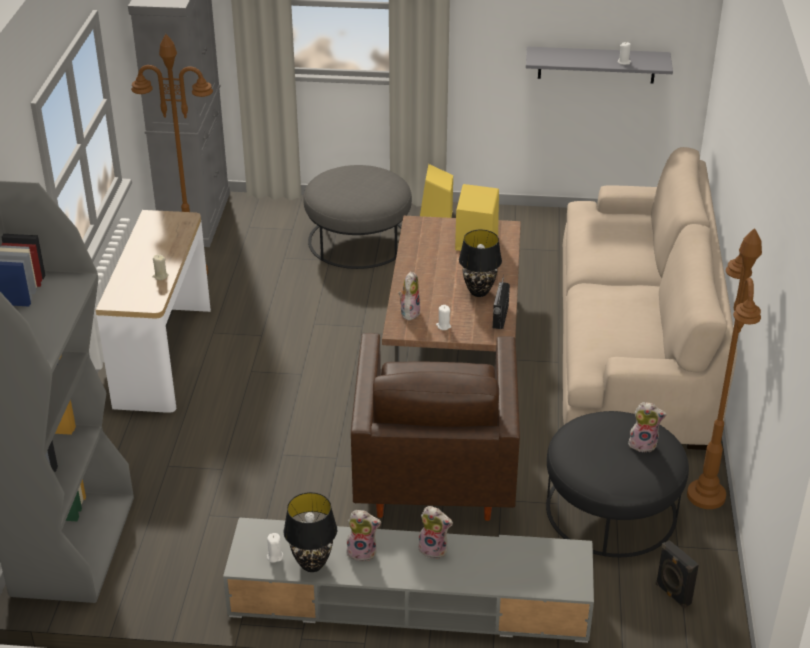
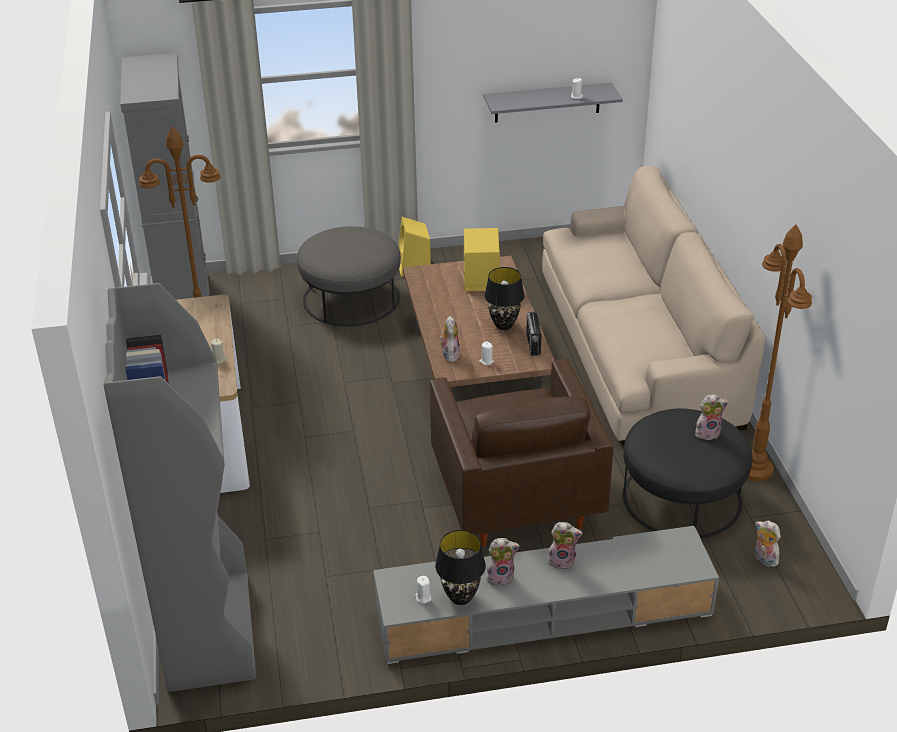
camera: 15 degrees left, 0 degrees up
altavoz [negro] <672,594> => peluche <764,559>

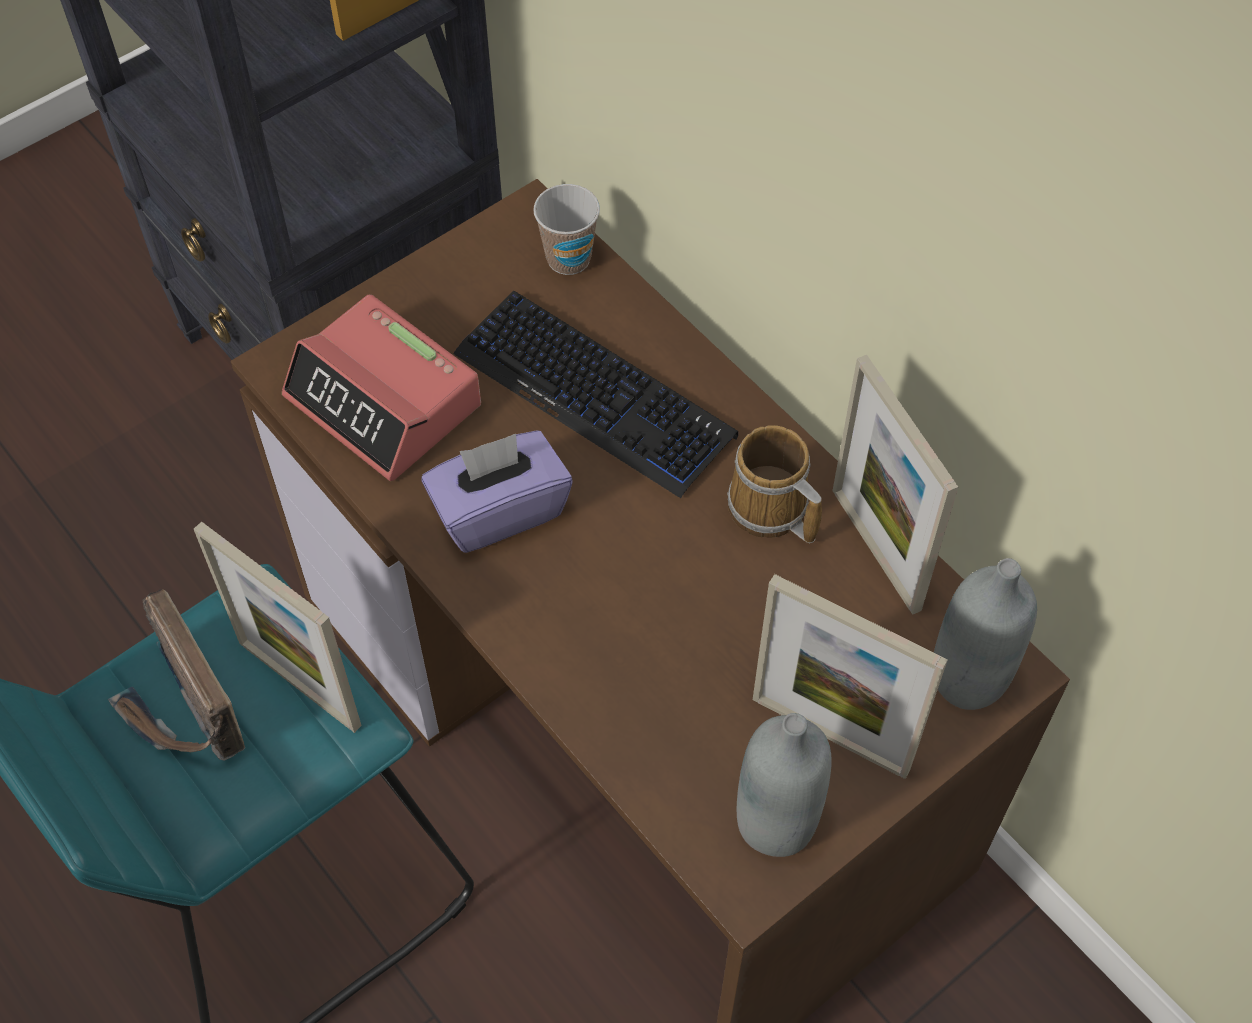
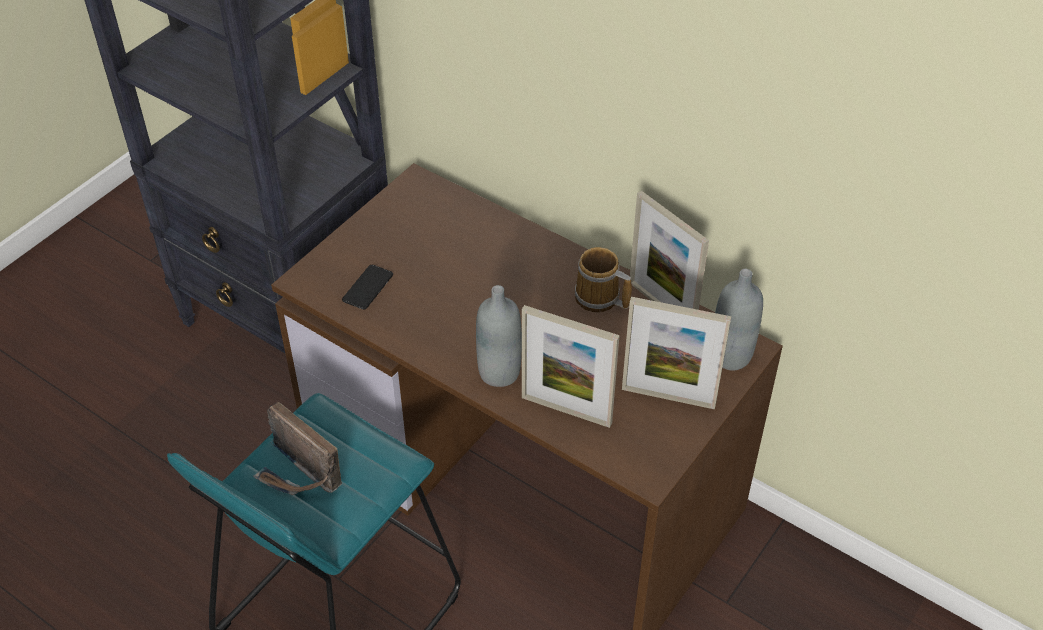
camera: 15 degrees left, 10 degrees down
despertador <384,402> => móvil <368,288>
botella [gris] <776,822> => botella [gris] <499,372>, shifted
portarretratos <299,684> => portarretratos <566,410>, shifted
caja de pañuelos [morado] <499,510> => nothing
teclado <595,395> => nothing
taza <568,259> => nothing

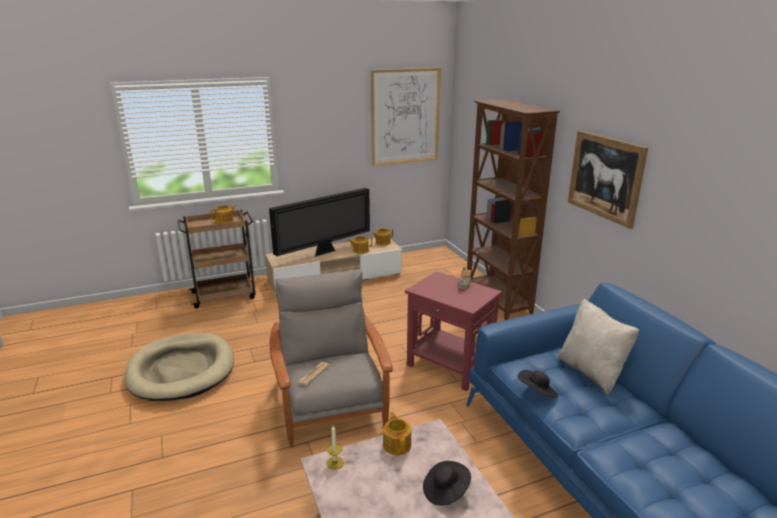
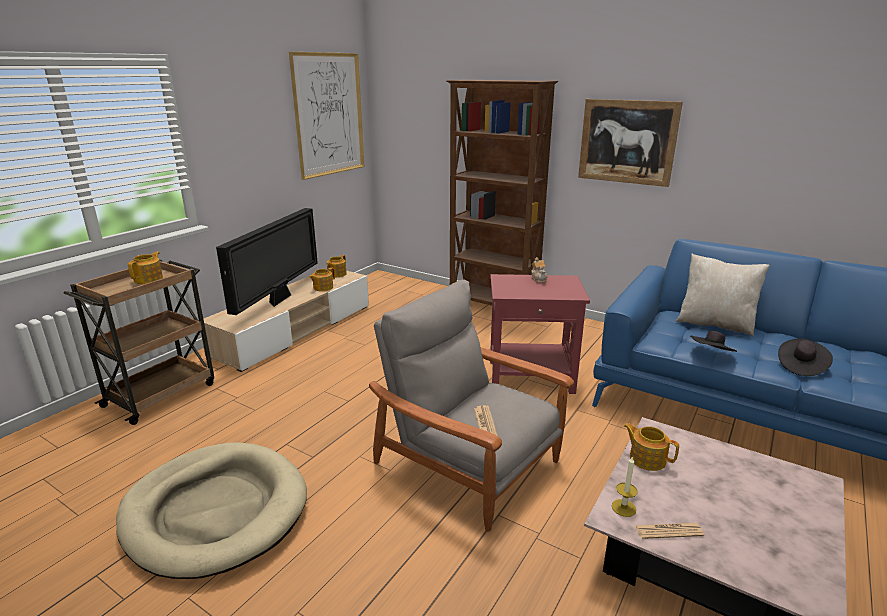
camera: 35 degrees left, 0 degrees up
nothing => periódico <668,531>
sombrero [negro] <445,491> => sombrero [negro] <800,366>, shifted

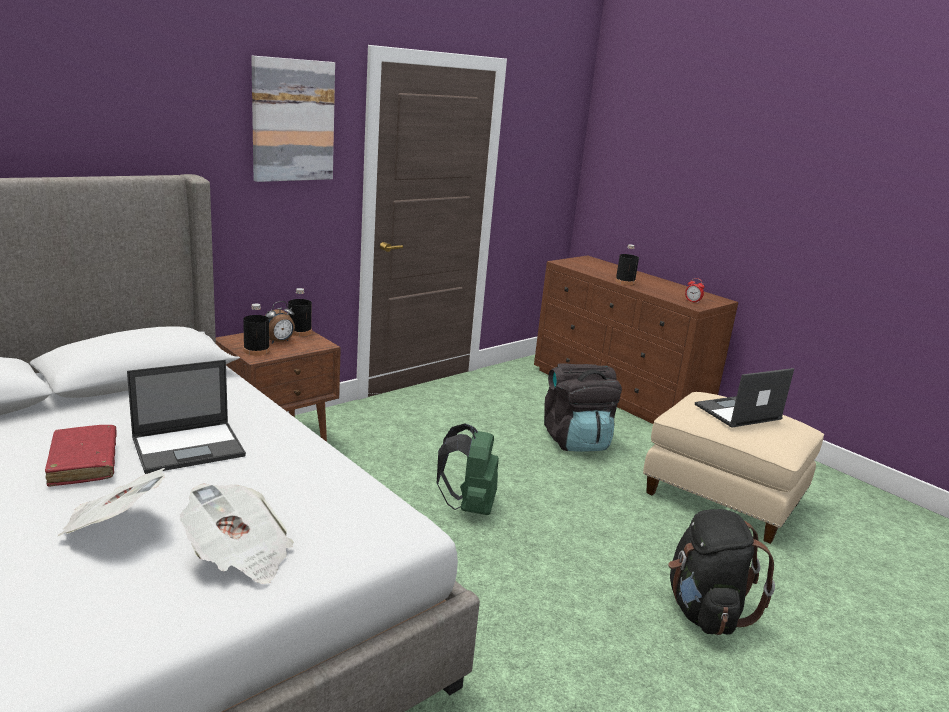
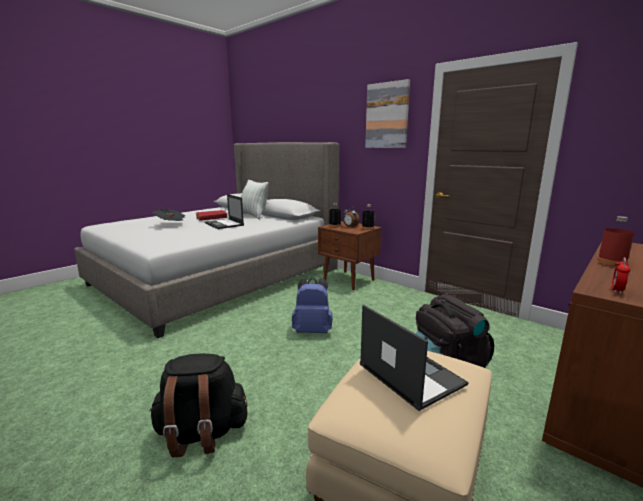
camera: 85 degrees right, 5 degrees down
nothing => cojín <253,215>
mochila [verde] <469,506> => mochila [azul] <312,330>
botella [negro] <625,282> => botella [rojo] <611,262>
periódico <239,556> => nothing

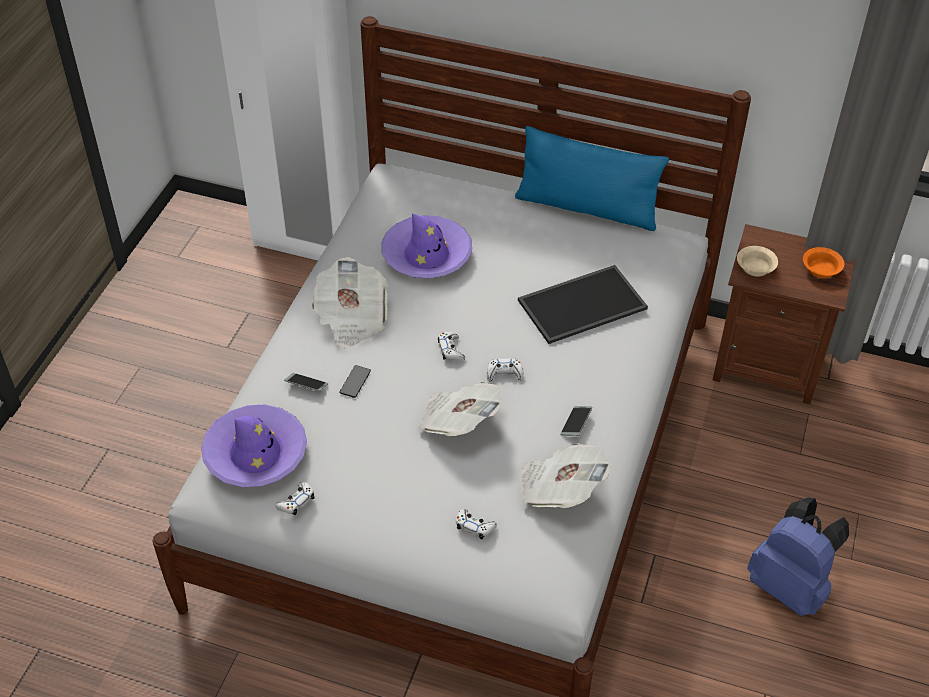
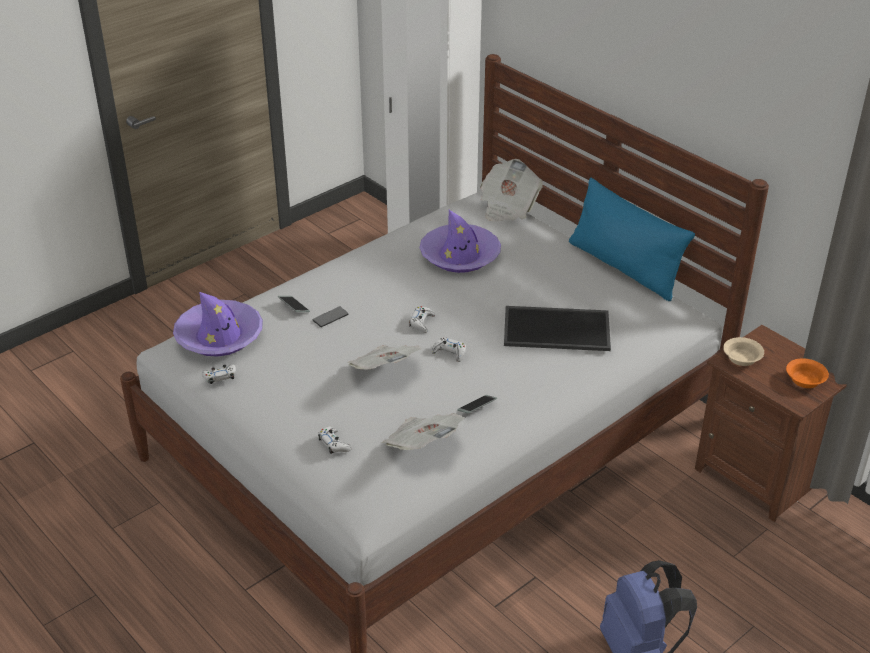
camera: 30 degrees right, 10 degrees down
periódico <351,318> => periódico <508,206>, shifted

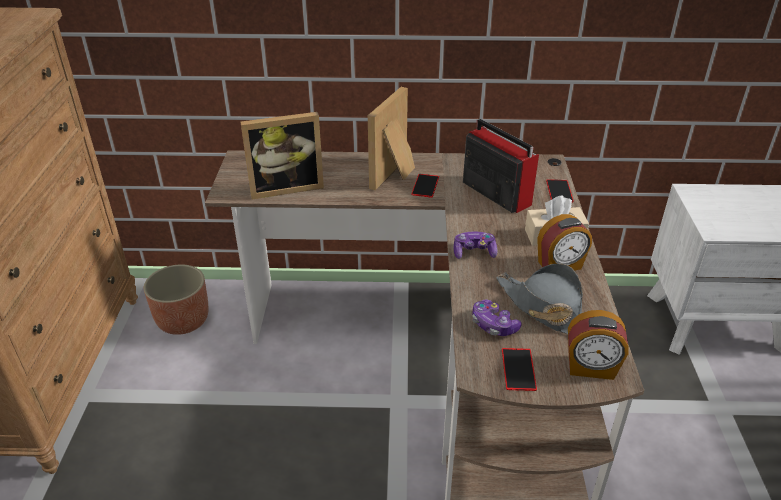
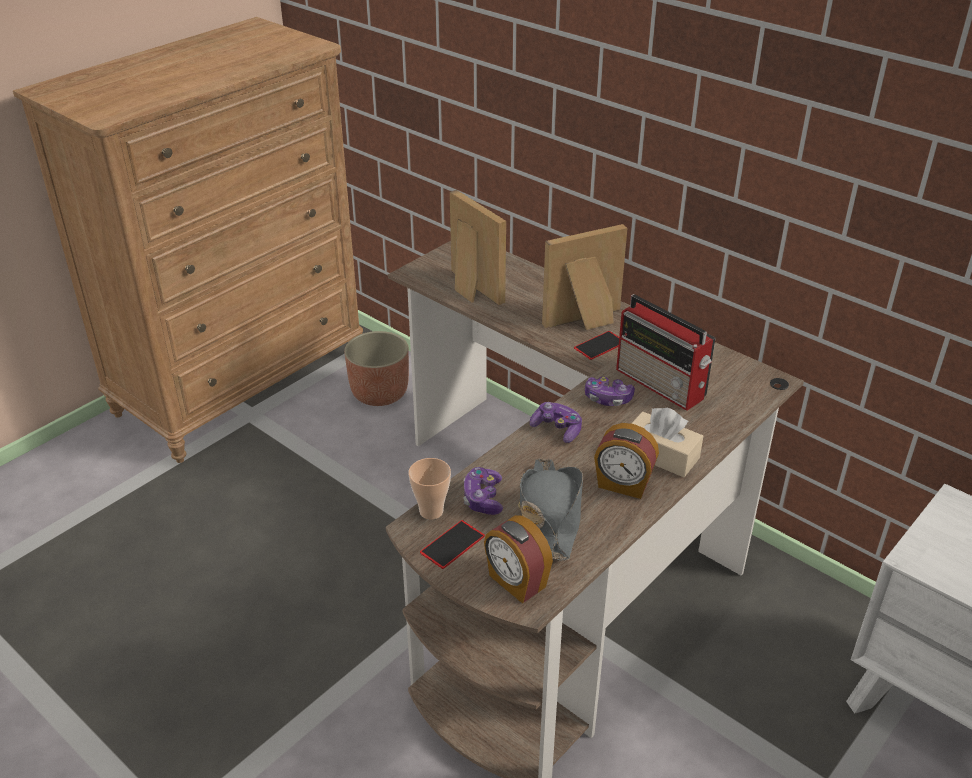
camera: 40 degrees right, 0 degrees up
nothing => taza <431,511>
portarretratos <286,187> => portarretratos <469,289>, 150 degrees counterclockwise
nothing => mando de consola <608,398>
radio <495,192> => radio <662,384>, 135 degrees clockwise
móvil <559,191> => nothing

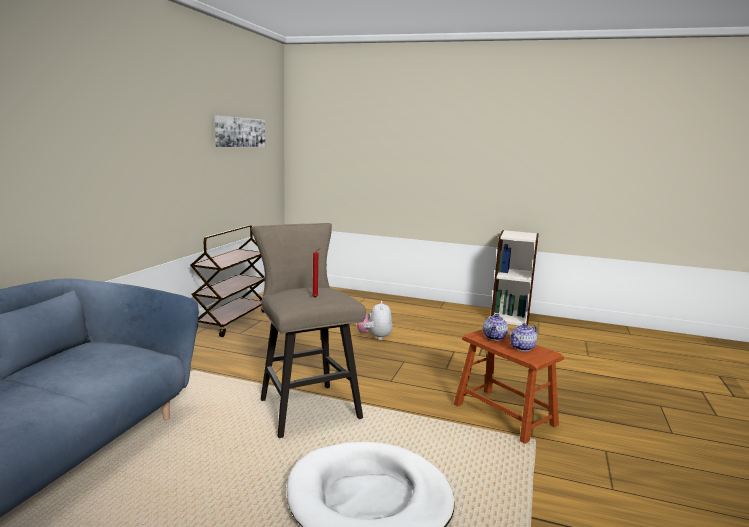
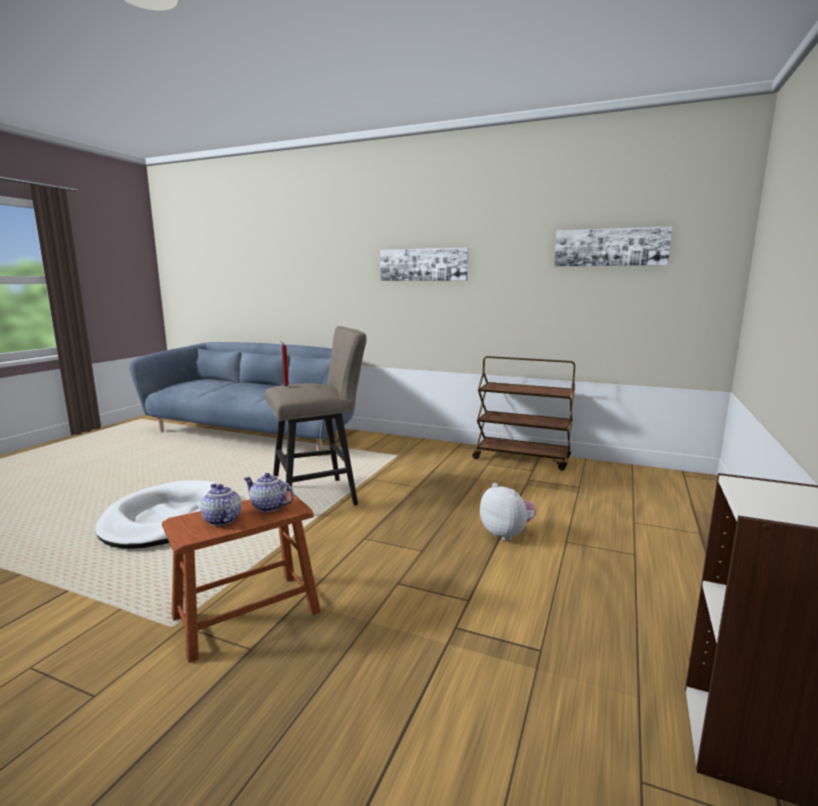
camera: 95 degrees right, 0 degrees up
nothing => cuadro <423,264>
peluche <374,337> => peluche <506,534>, 45 degrees clockwise

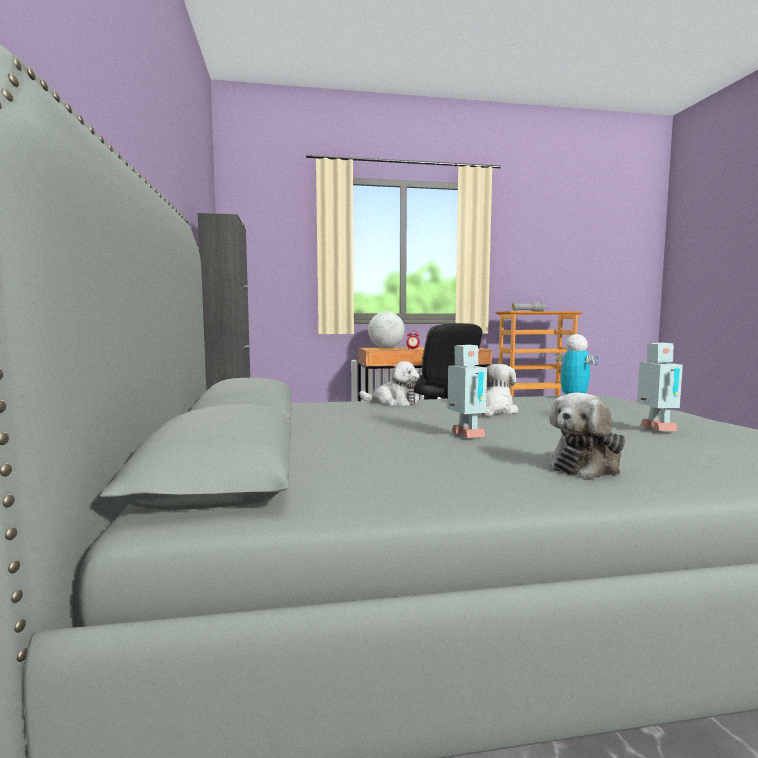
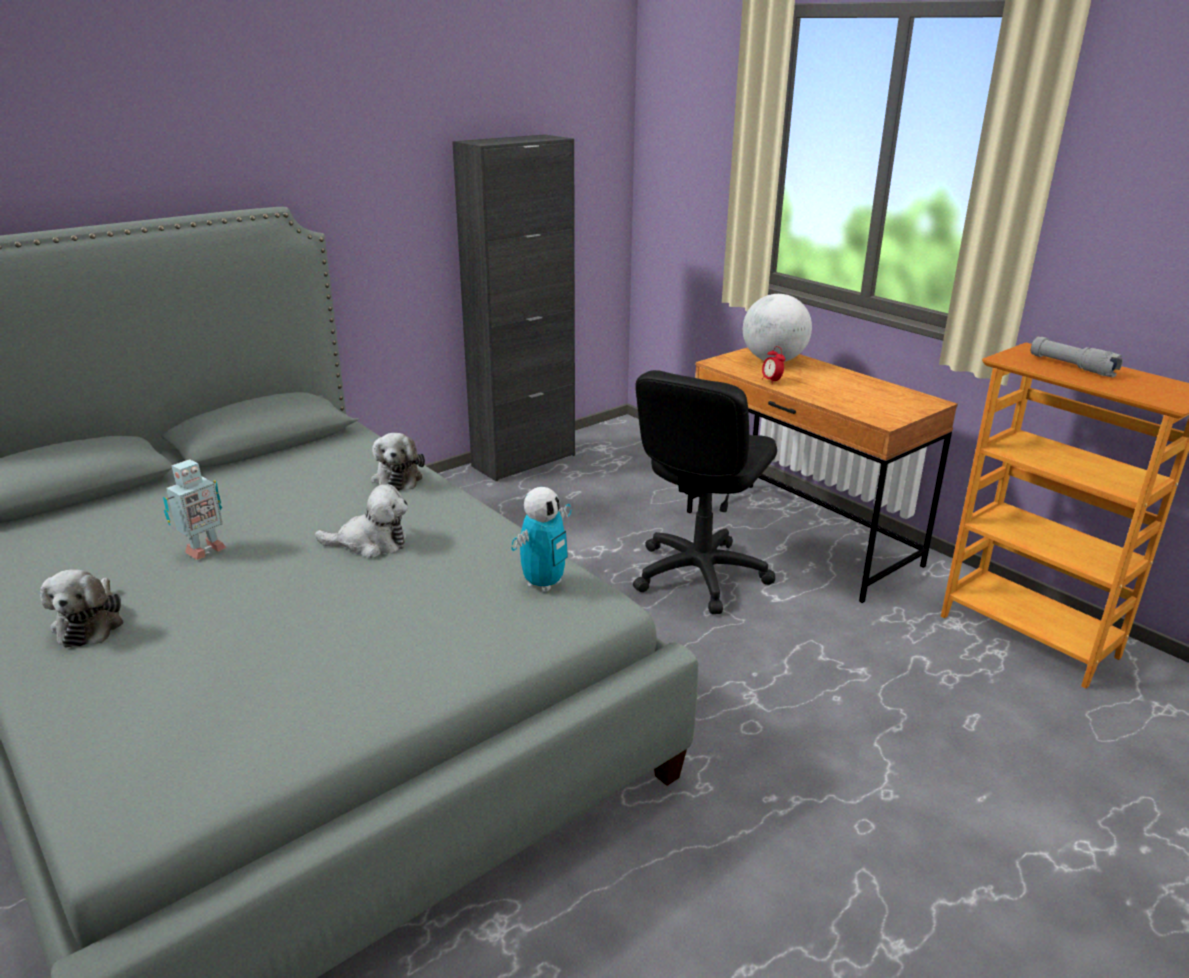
camera: 60 degrees right, 20 degrees up
peluche <587,466> => peluche <90,623>, 120 degrees counterclockwise
robot de juguete <656,429> => nothing

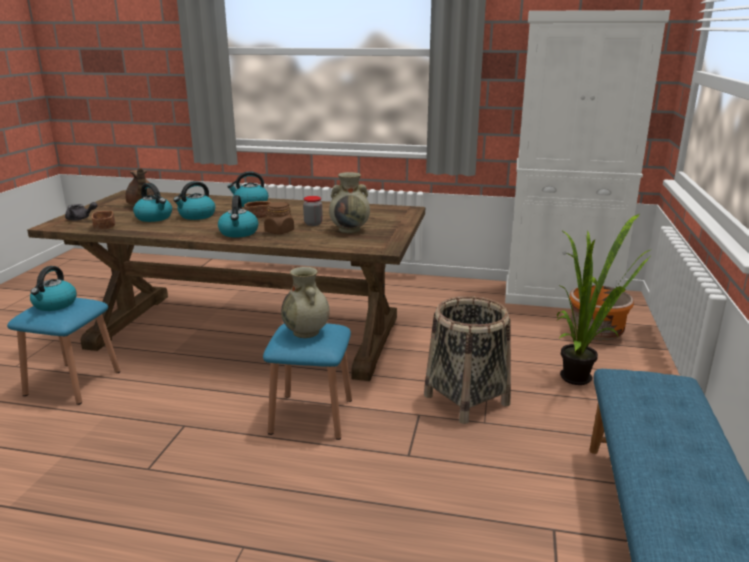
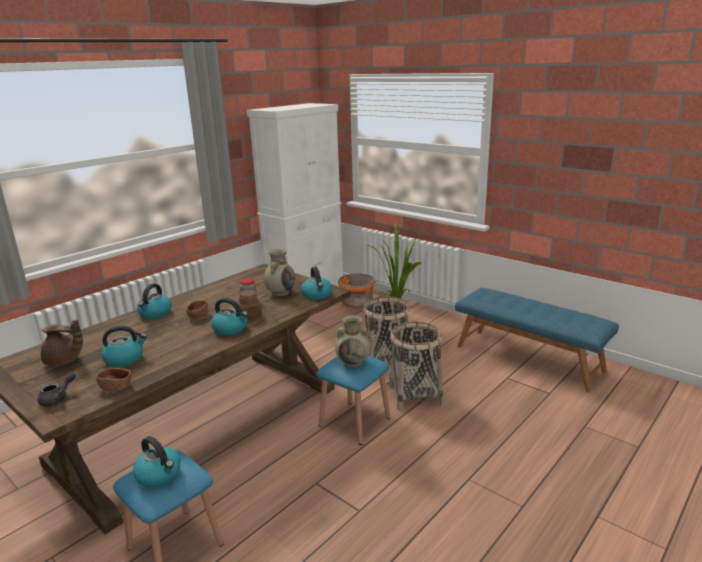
camera: 60 degrees left, 0 degrees up
hervidor <196,216> => hervidor <317,295>, shifted
nothing => cesta <415,395>

